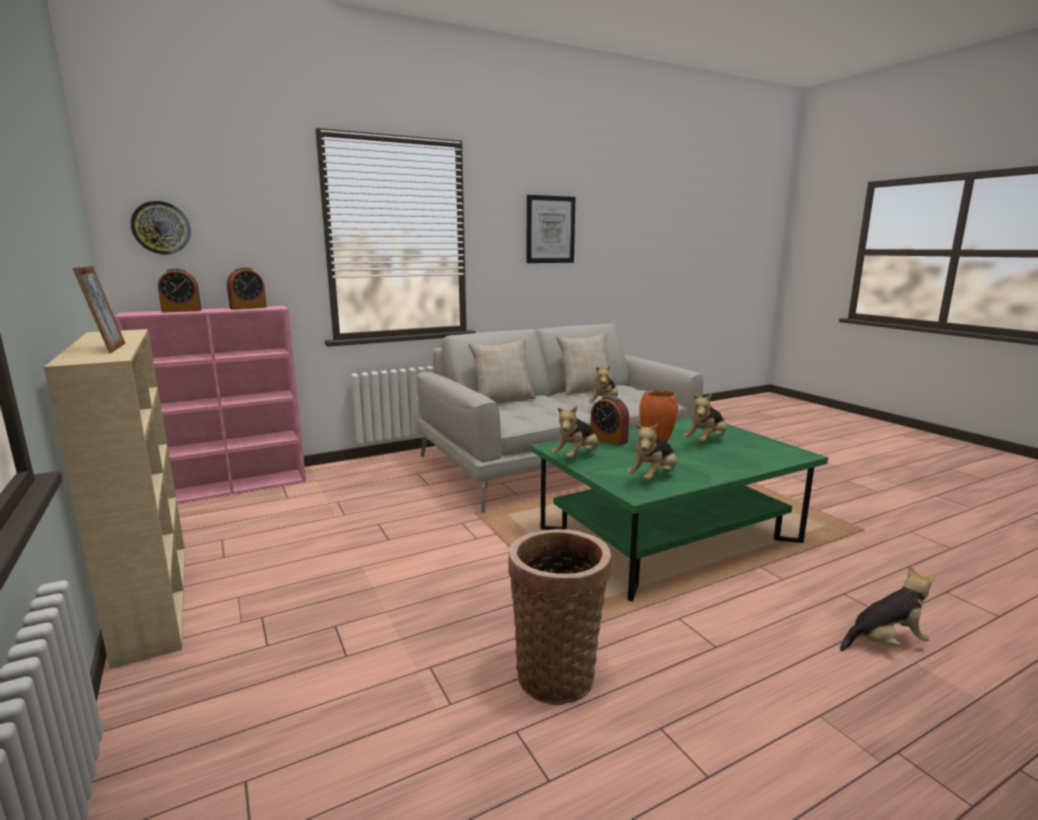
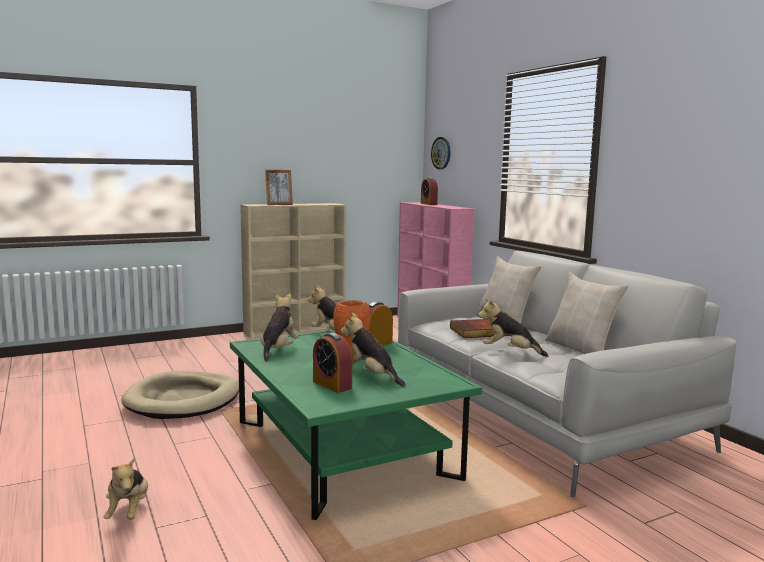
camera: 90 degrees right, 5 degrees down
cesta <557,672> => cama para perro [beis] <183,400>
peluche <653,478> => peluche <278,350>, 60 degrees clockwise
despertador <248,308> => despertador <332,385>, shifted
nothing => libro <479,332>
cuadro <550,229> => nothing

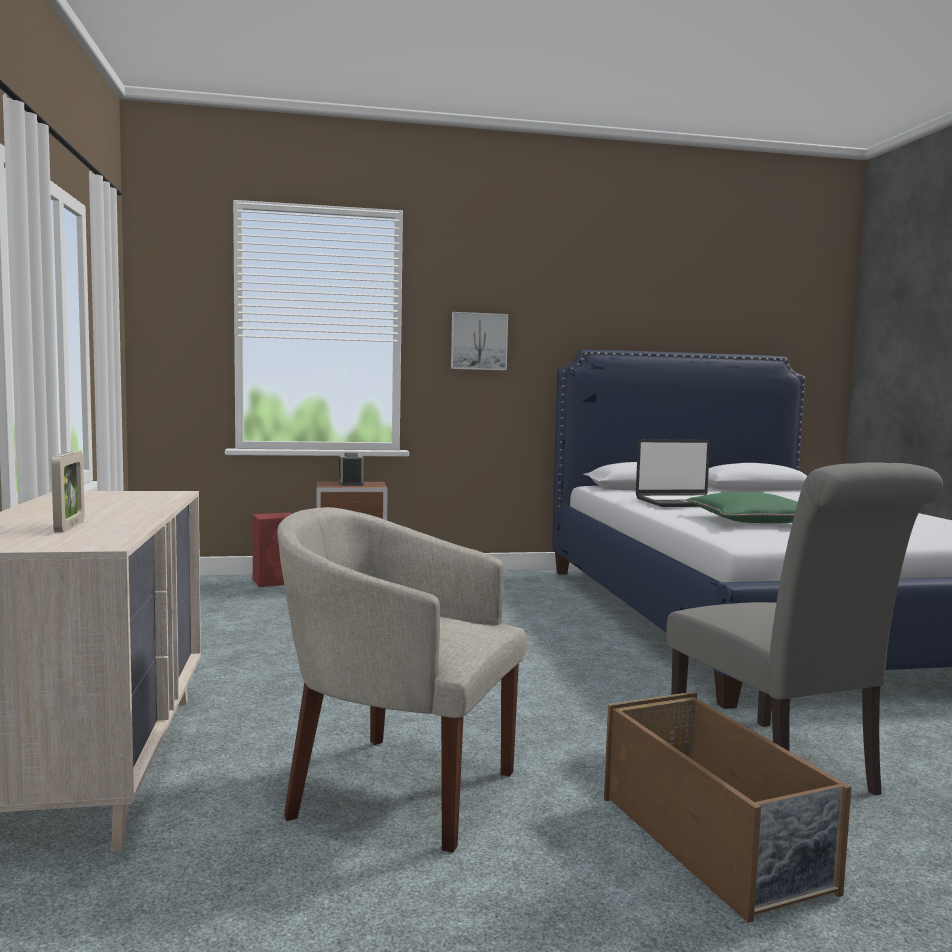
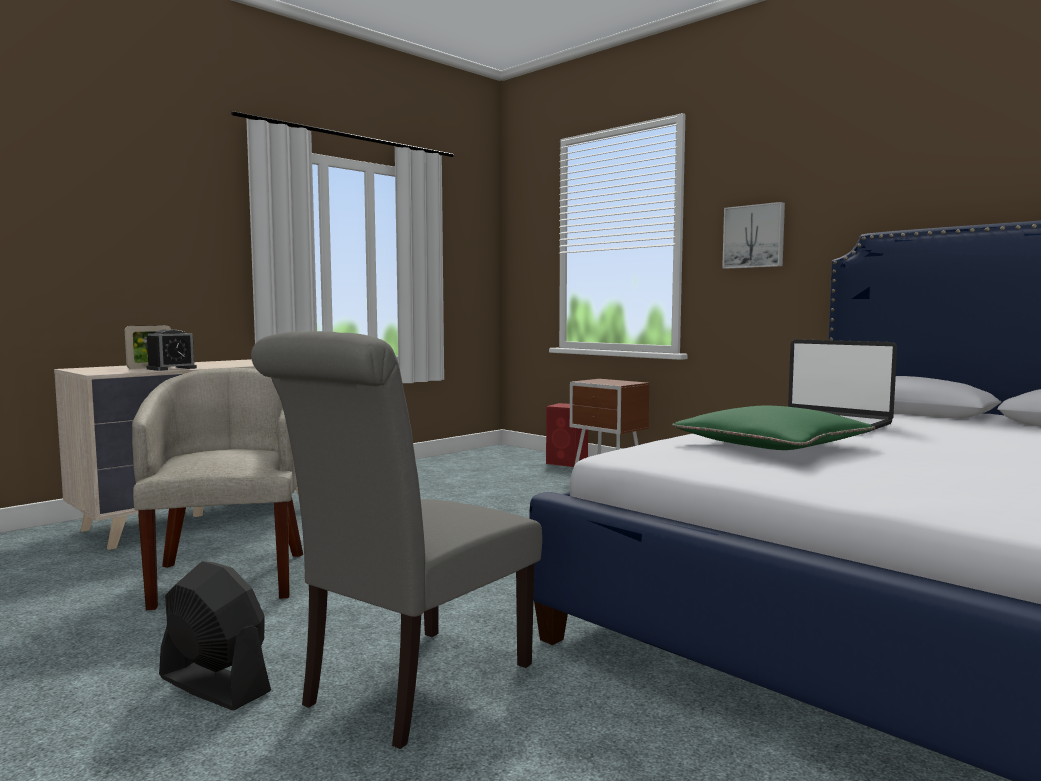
camera: 55 degrees right, 0 degrees up
despertador <351,483> => despertador <172,368>, shifted
caja de almacenaje [marrón] <714,844> => ventilador [negro] <214,684>

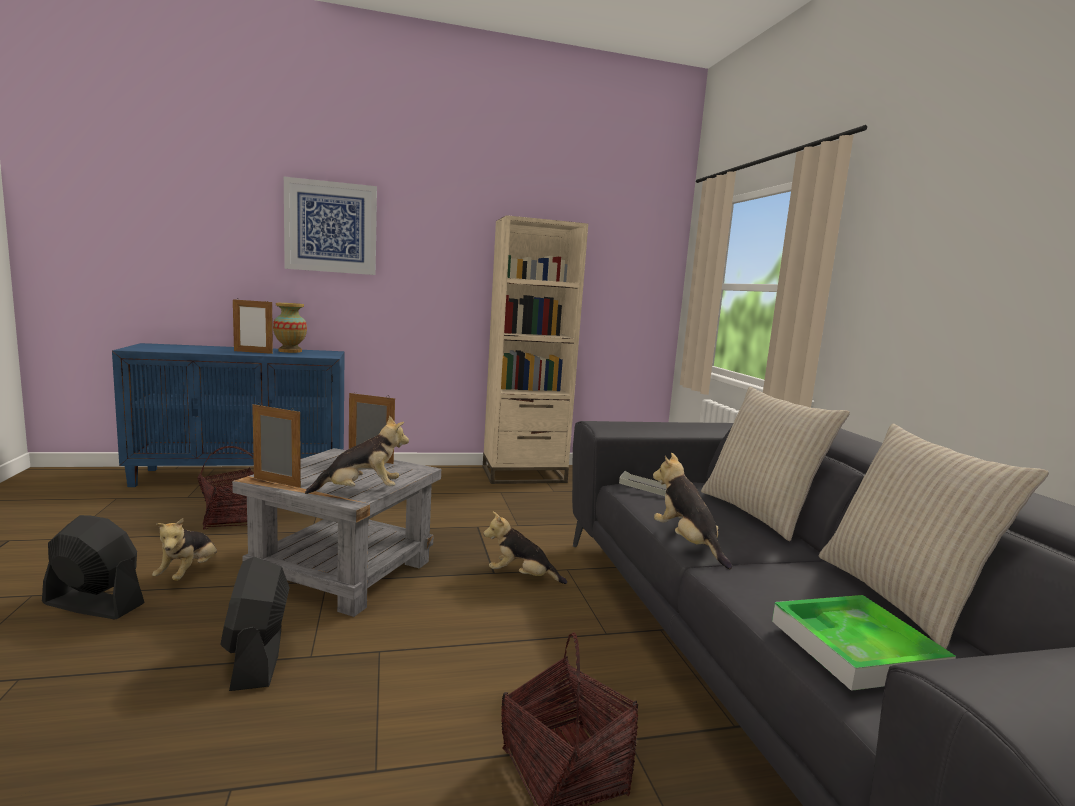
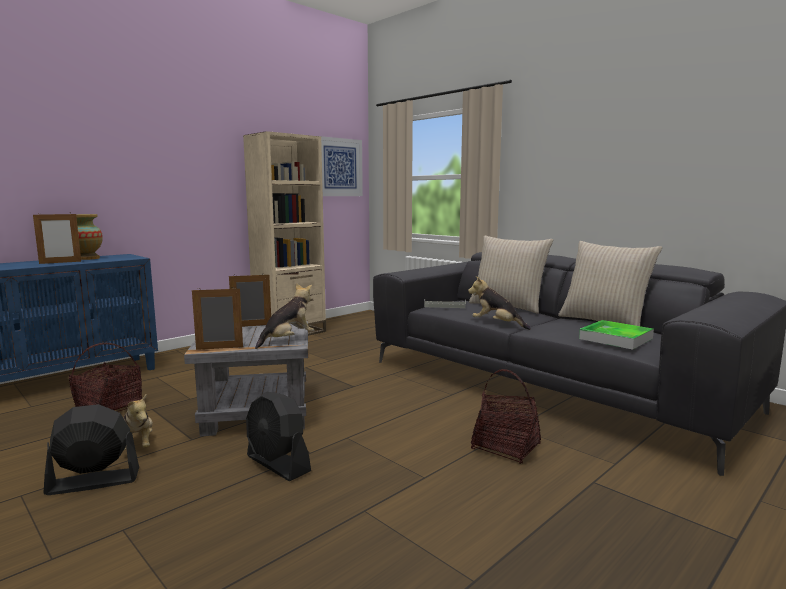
camera: 30 degrees left, 0 degrees up
cuadro <331,227> => cuadro <339,167>, shifted
peluche <521,577> => nothing

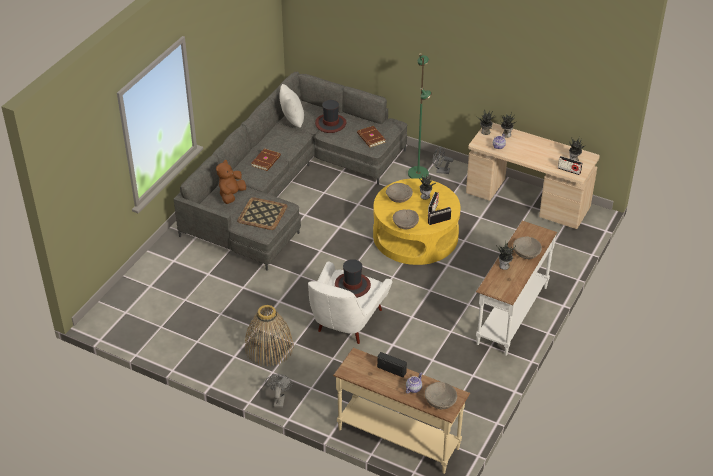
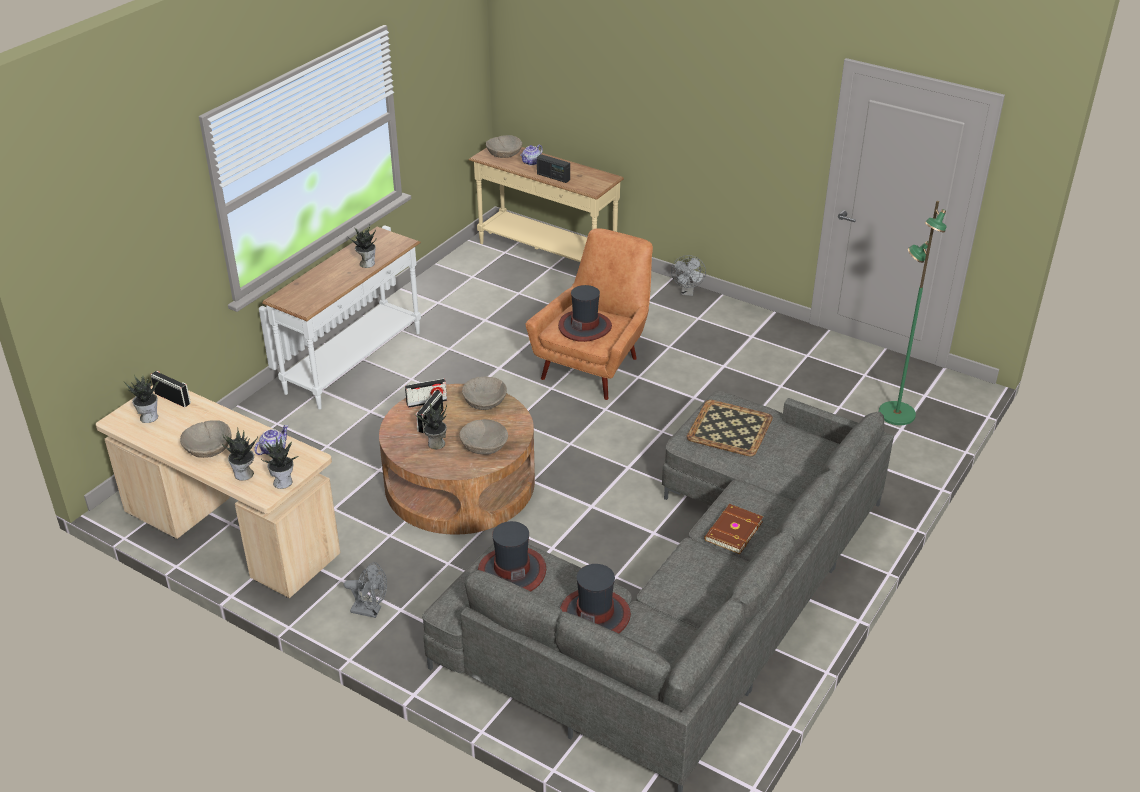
camera: 175 degrees left, 5 degrees down
cuenco [beis] <526,252> => cuenco [beis] <208,447>, shifted
mesa de centro [amarillo] <415,235> => mesa de centro [marrón] <460,483>
libro [marrón] <370,138> => sombrero <511,571>
sillón [blanco] <346,324> => sillón [marrón] <596,363>
lámpara de pie [verde] <418,173> => lámpara de pie [verde] <896,414>, shifted
peluche [marrón] <231,195> => nothing
cesta <269,348> => nothing
cojín [blanco] <291,121> => nothing

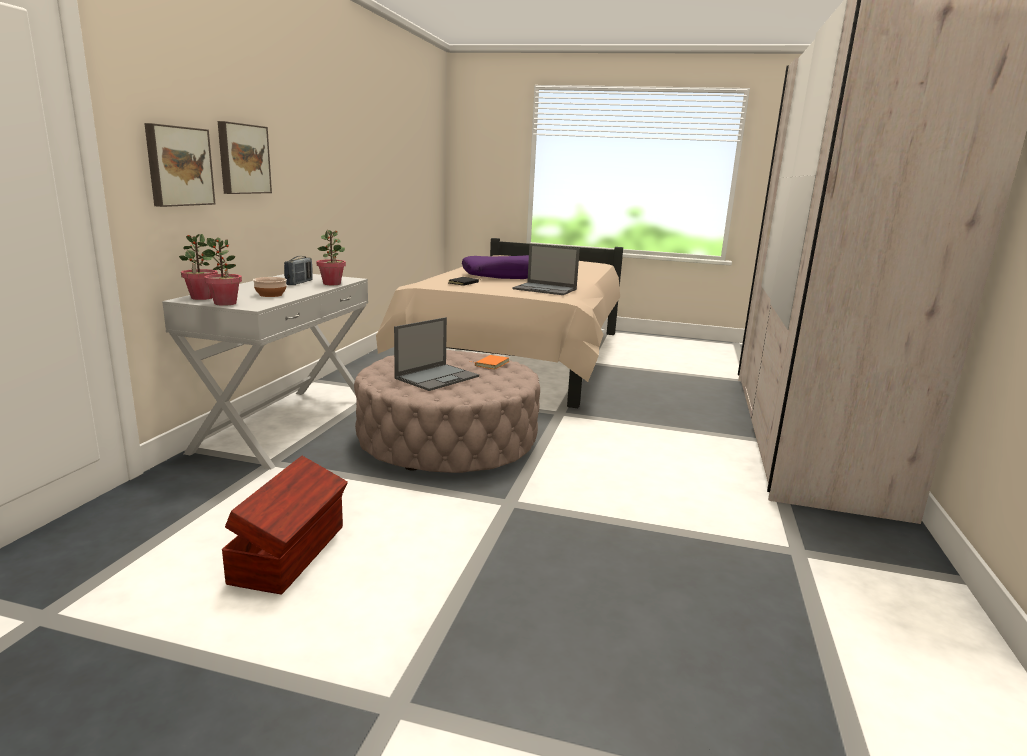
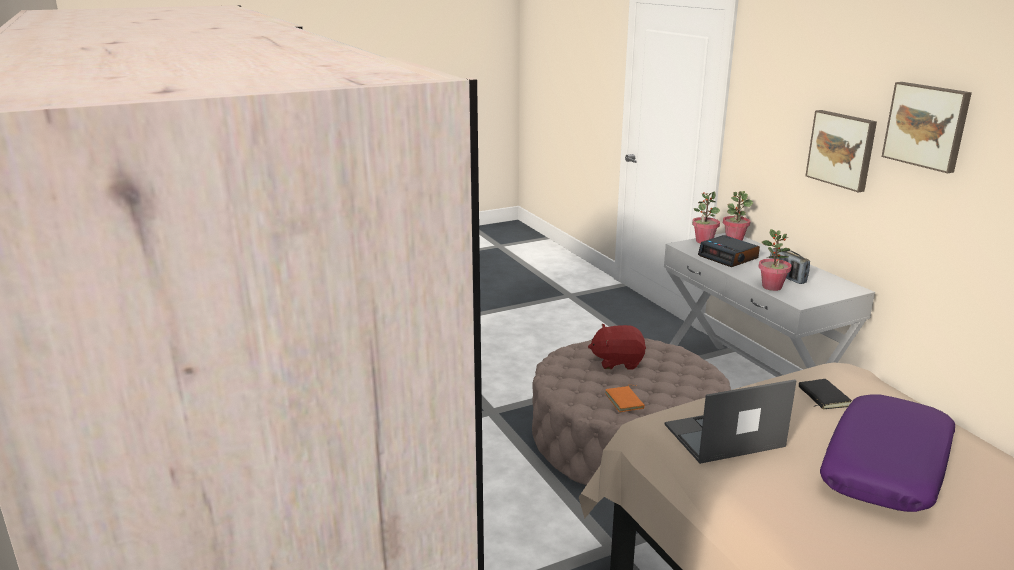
camera: 140 degrees right, 5 degrees up
portátil <437,377> => peluche [rojo] <617,361>
cuenco <270,294> => despertador <728,257>
cuadro <178,166> => cuadro <927,126>, shifted
caja de almacenaje [marrón] <291,553> => nothing

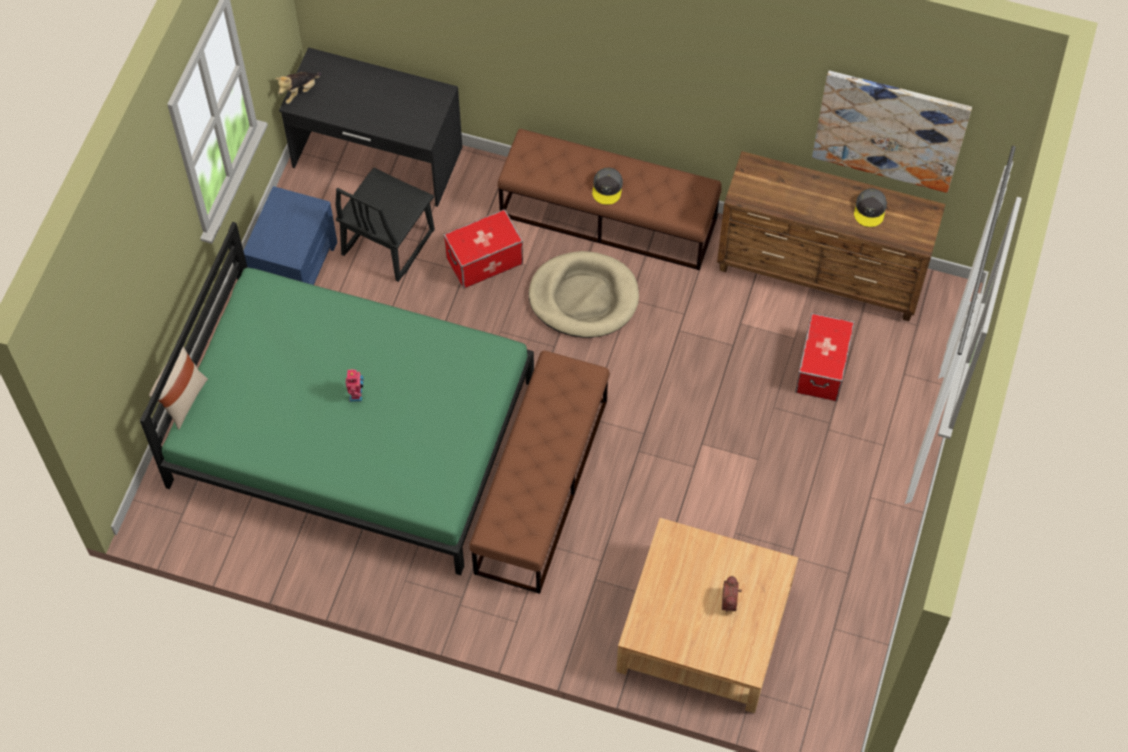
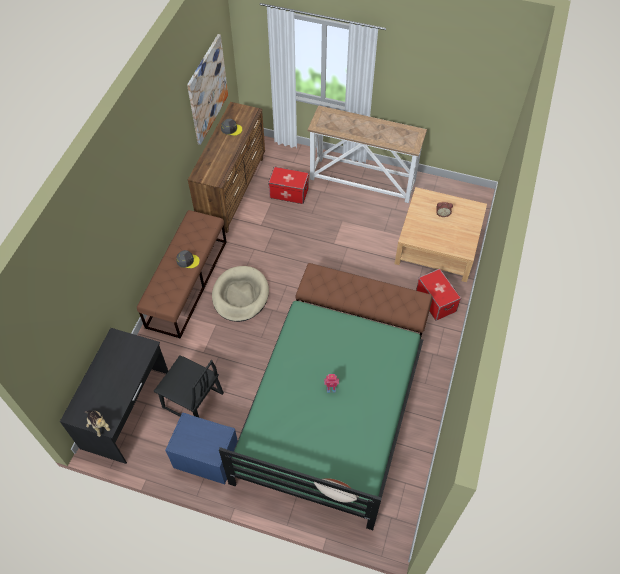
camera: 90 degrees left, 5 degrees down
nothing => mesa consola <363,180>
caja de almacenaje <484,260> => caja de almacenaje <435,301>, shifted

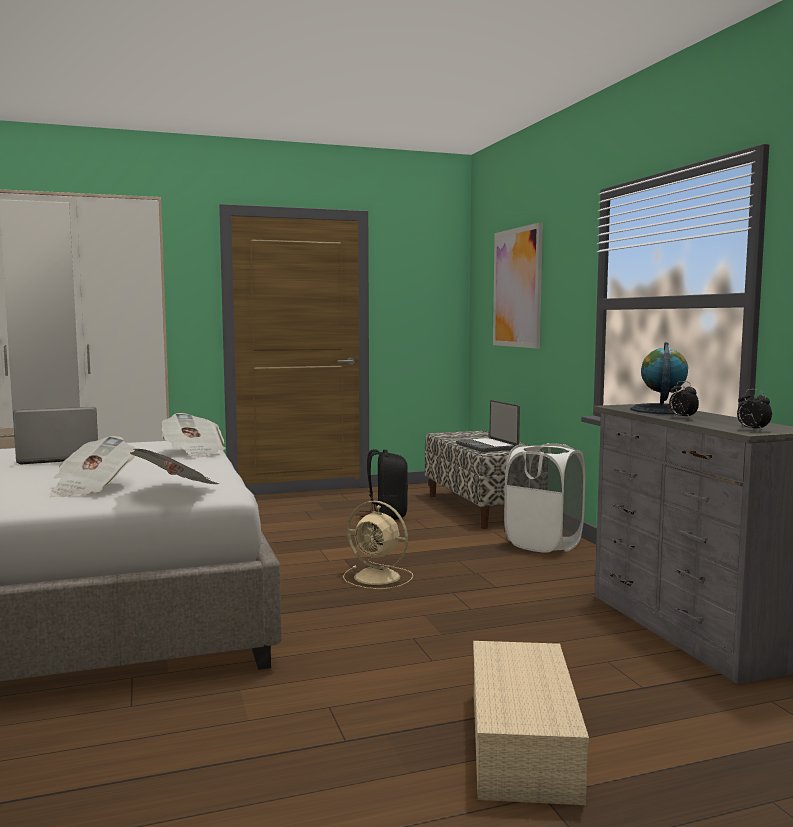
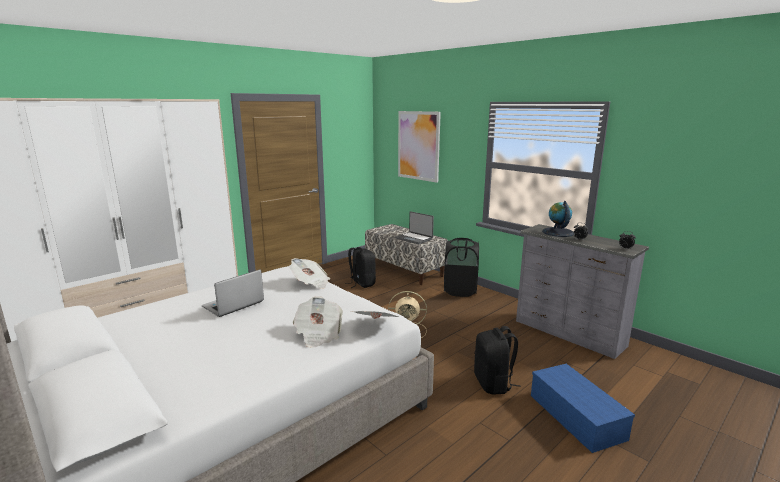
camera: 25 degrees left, 10 degrees up
cesto de la ropa [blanco] <544,544> => cesto de la ropa [negro] <460,290>
nothing => mochila [negro] <493,384>
caja de almacenaje [beis] <525,745> => caja de almacenaje [azul] <578,417>

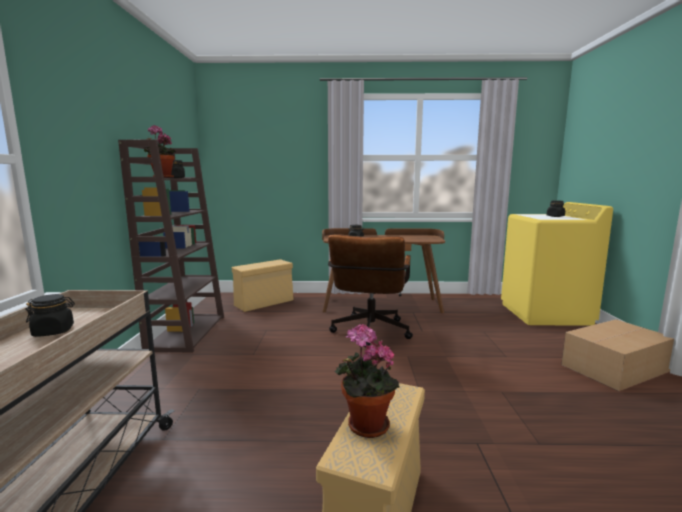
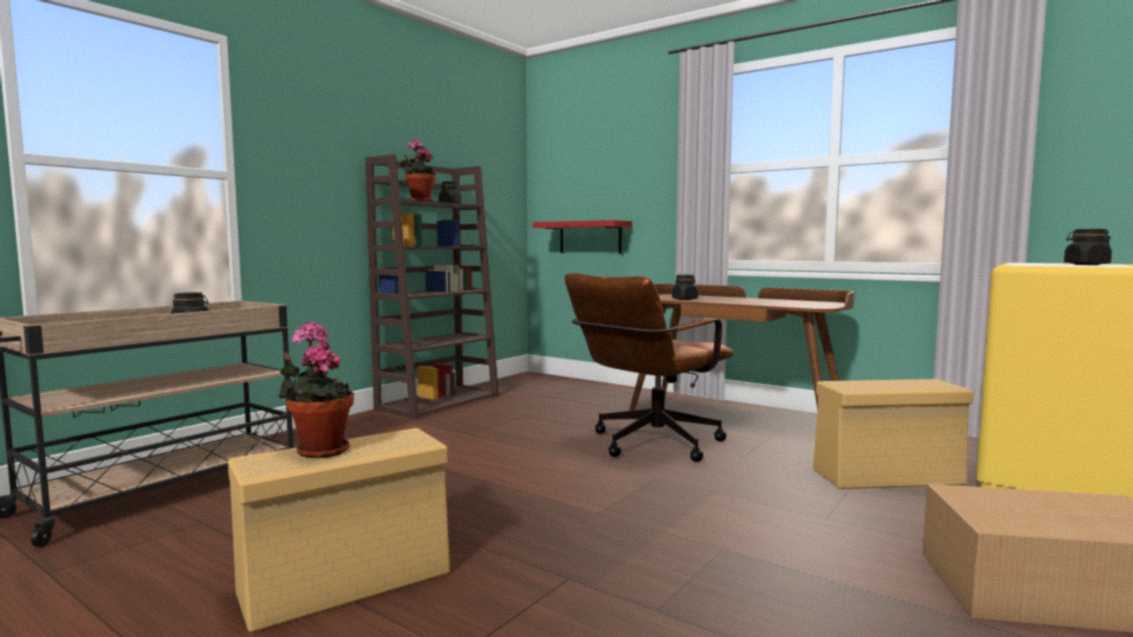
camera: 35 degrees right, 5 degrees down
nothing => estante [rojo] <590,237>
caja de almacenaje [beis] <265,302> => caja de almacenaje [beis] <889,477>, shifted

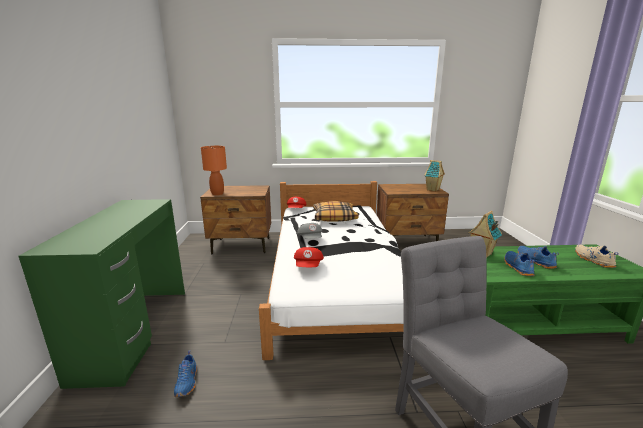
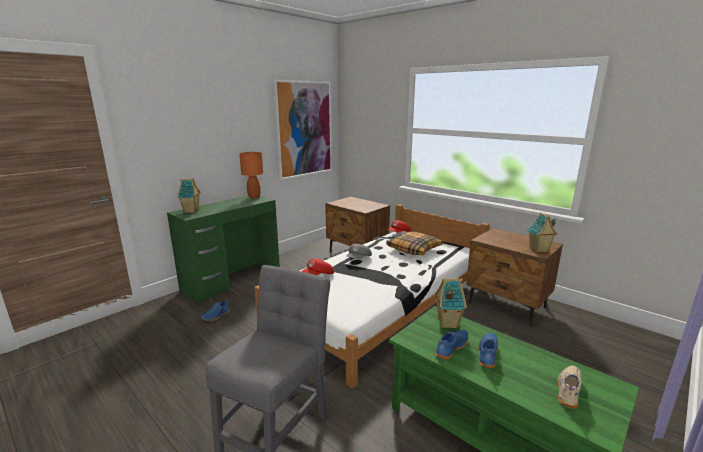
camera: 45 degrees right, 0 degrees up
nothing => casita <191,211>
lámpara de mesa [naranja] <217,193> => lámpara de mesa [naranja] <254,197>, shifted
nothing => cuadro <304,129>

